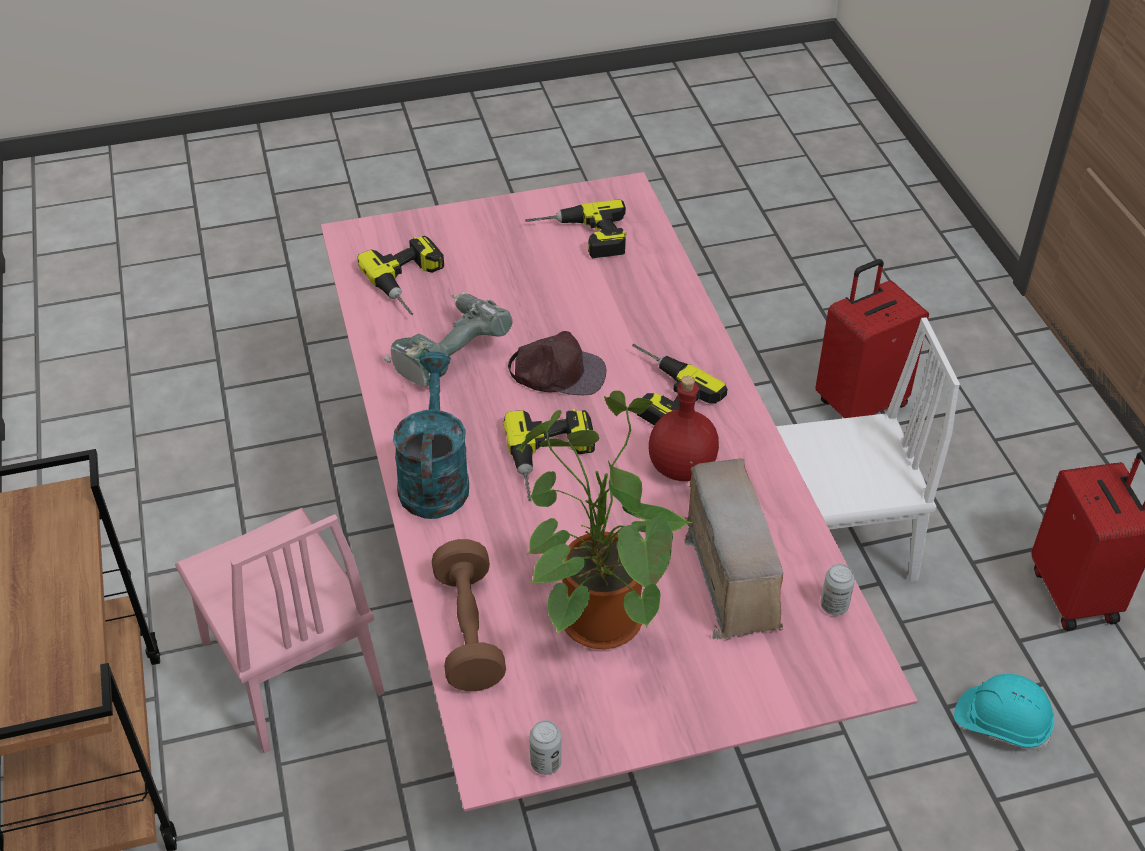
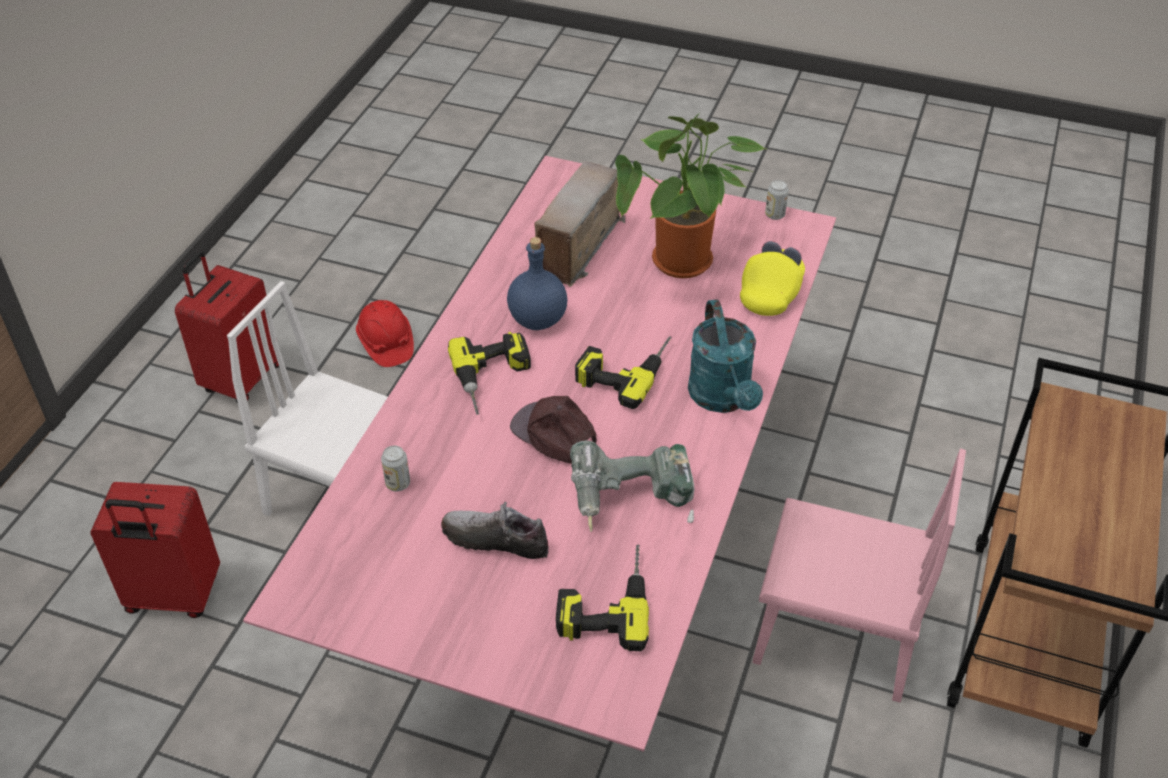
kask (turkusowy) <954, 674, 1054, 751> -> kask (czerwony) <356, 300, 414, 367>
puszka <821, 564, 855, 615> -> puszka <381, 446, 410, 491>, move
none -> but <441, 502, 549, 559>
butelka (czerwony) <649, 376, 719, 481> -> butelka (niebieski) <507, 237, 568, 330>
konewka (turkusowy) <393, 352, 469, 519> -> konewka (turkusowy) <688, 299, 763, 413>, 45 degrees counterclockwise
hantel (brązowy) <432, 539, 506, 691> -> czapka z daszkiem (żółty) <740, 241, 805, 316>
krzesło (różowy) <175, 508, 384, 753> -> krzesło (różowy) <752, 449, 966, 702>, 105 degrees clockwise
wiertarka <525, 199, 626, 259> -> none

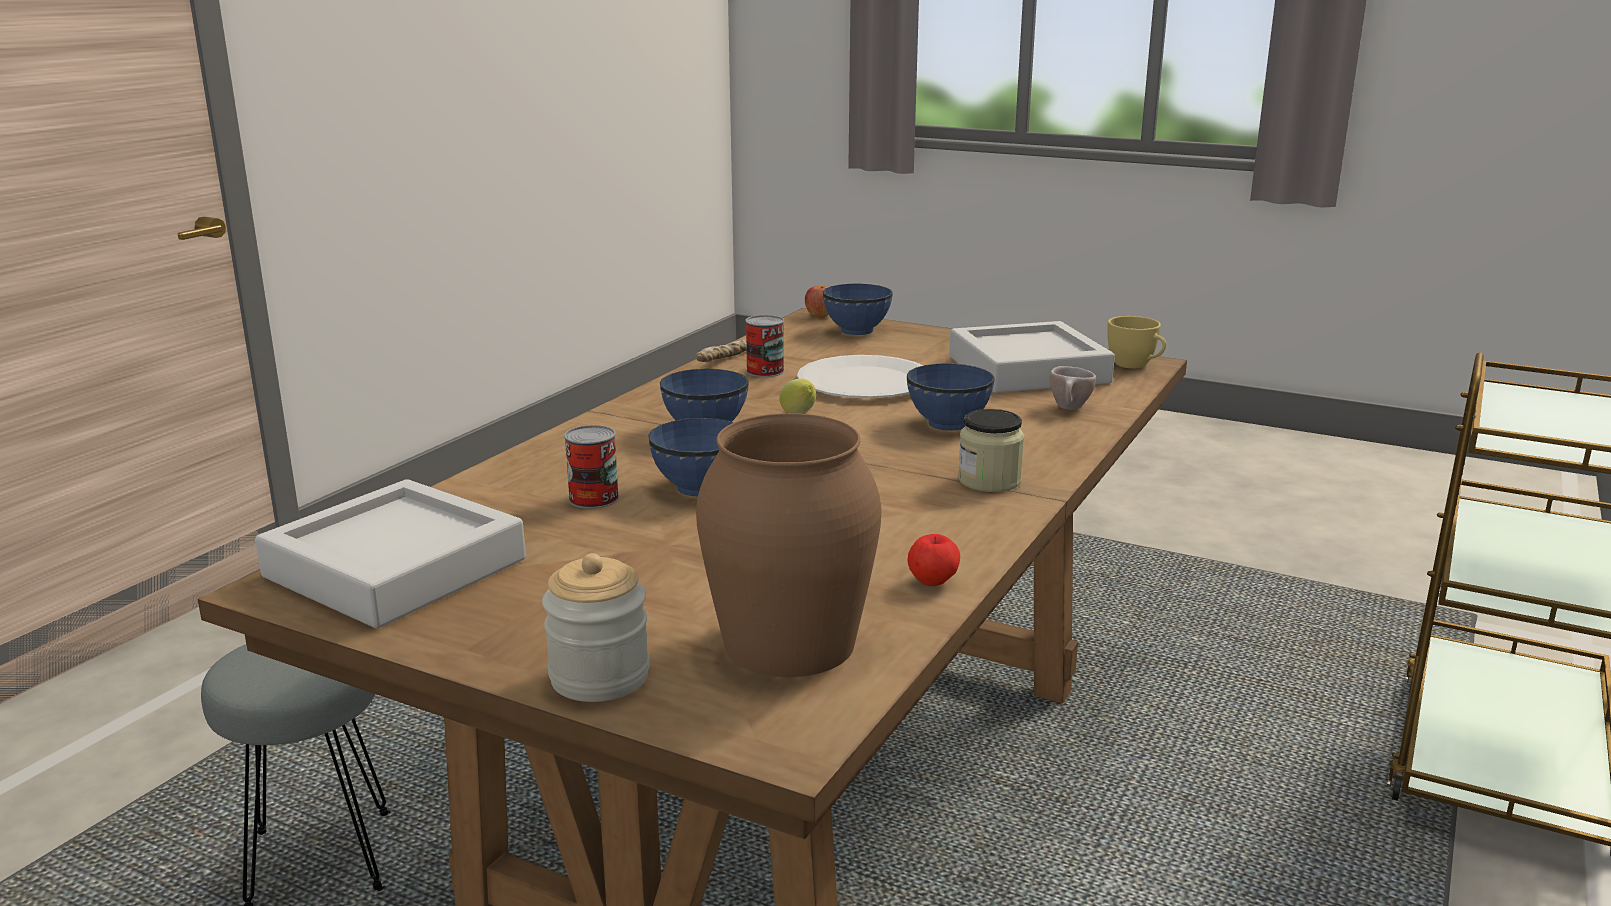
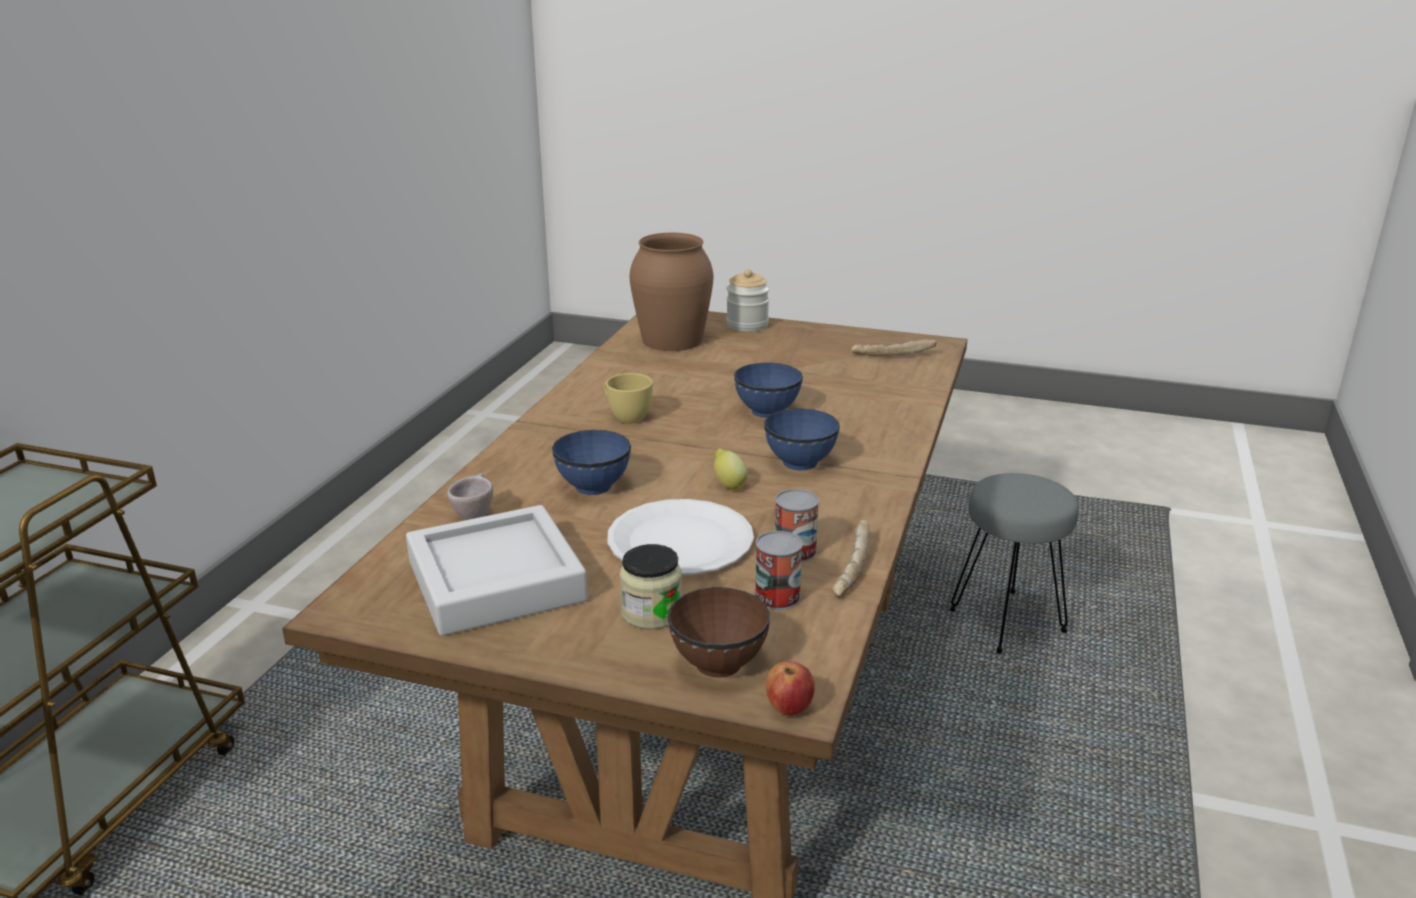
filiżanka (żółty) <1107, 316, 1166, 368> -> filiżanka (żółty) <604, 373, 653, 423>, move
słoik <958, 409, 1024, 492> -> słoik <620, 544, 682, 629>, move
miska (niebieski) <823, 284, 893, 335> -> miska (brązowy) <668, 587, 770, 678>
puszka <564, 425, 619, 509> -> puszka <755, 531, 803, 610>, move
taca (szary) <255, 479, 526, 628> -> chleb <851, 339, 936, 356>
jabłko <907, 534, 960, 586> -> none

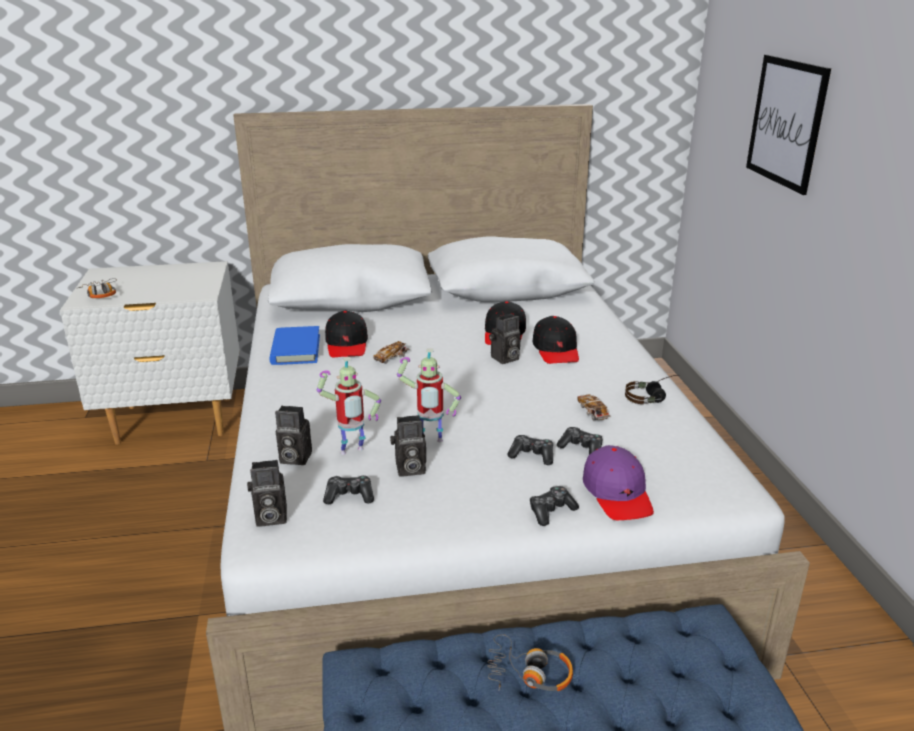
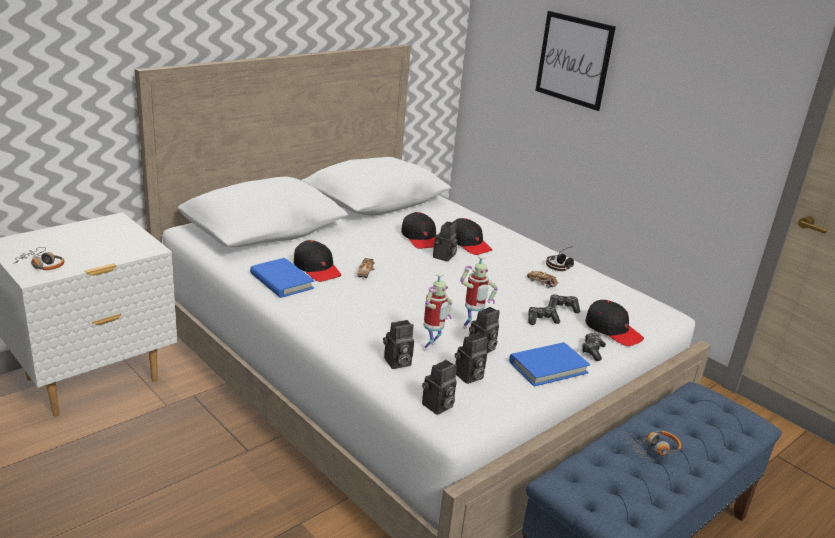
pad do gier <323, 475, 374, 504> -> aparat fotograficzny <455, 333, 488, 384>
none -> książka (niebieski) <509, 342, 590, 386>
czapka z daszkiem (fioletowy) <583, 445, 654, 520> -> czapka z daszkiem (czarny) <585, 300, 644, 346>

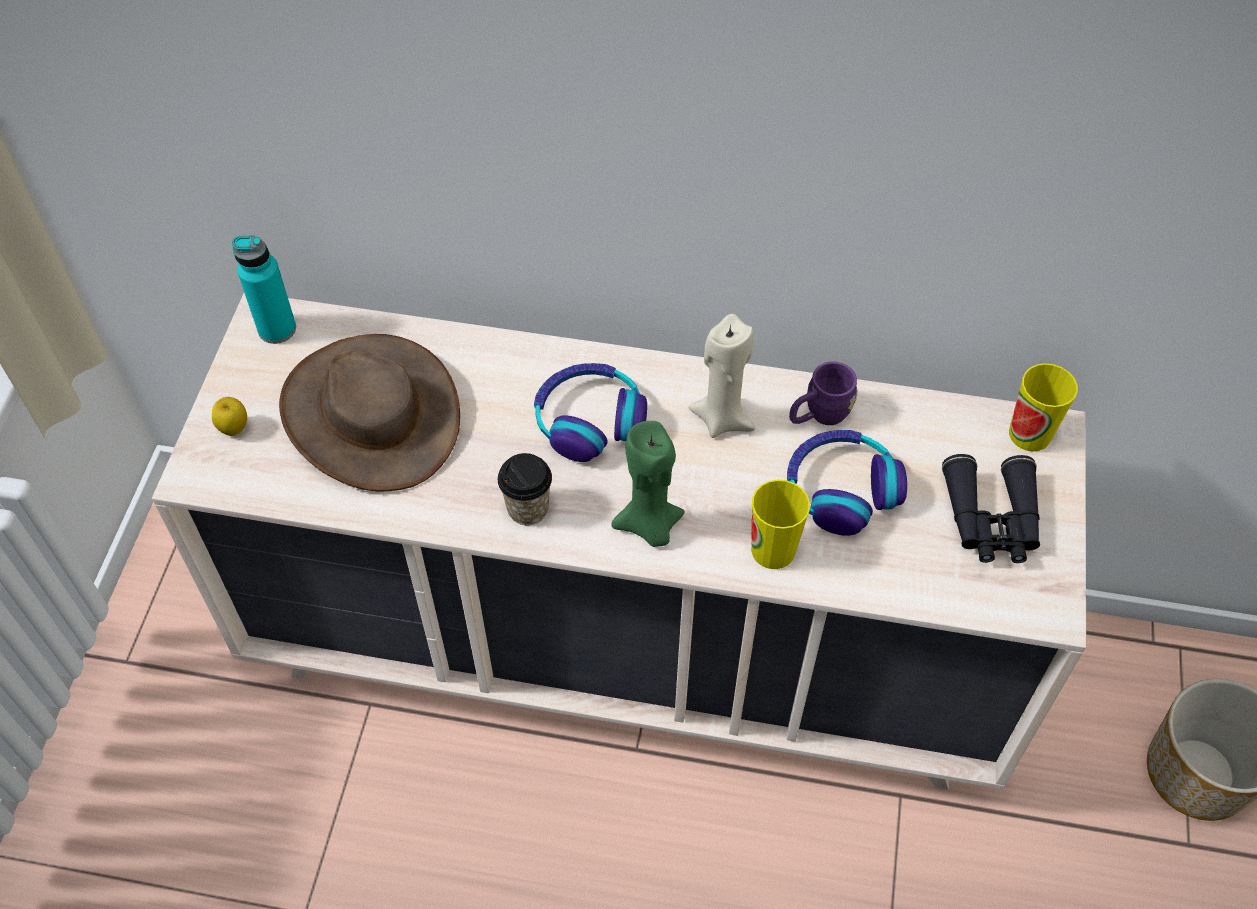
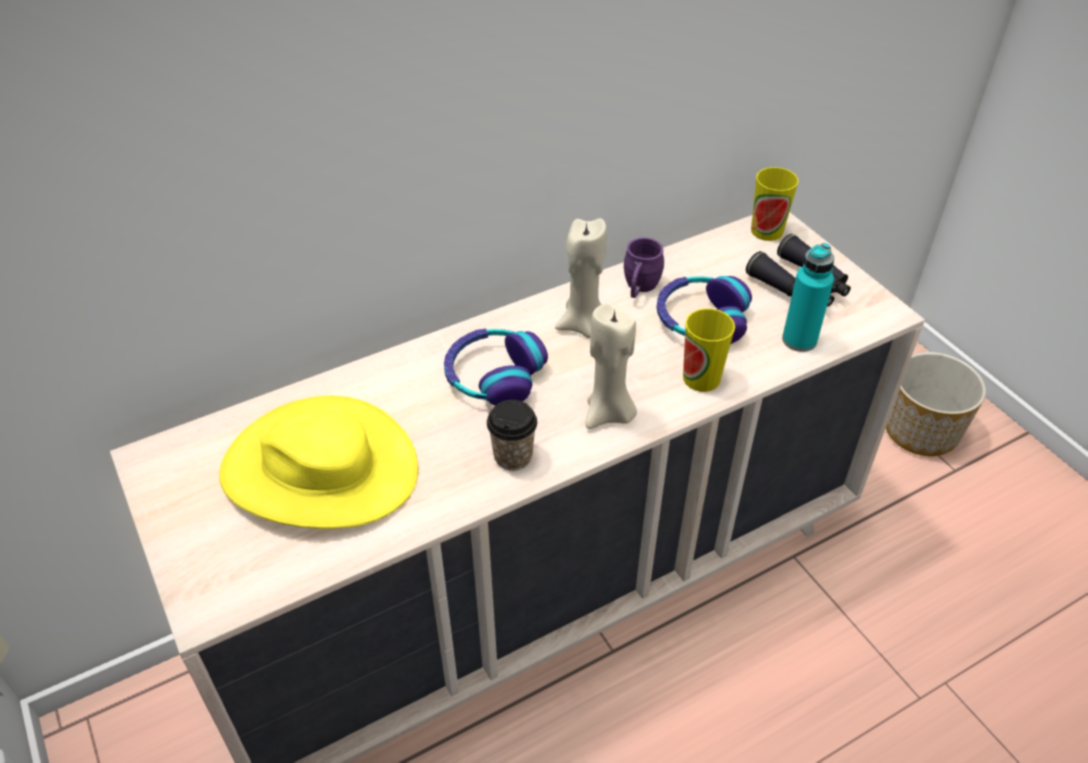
kapelusz (brązowy) <279, 334, 460, 491> -> kapelusz (żółty) <219, 396, 418, 529>
świeca (zielony) <611, 421, 685, 547> -> świeca (beżowy) <585, 303, 637, 429>
butelka (turkusowy) <232, 235, 296, 344> -> butelka (turkusowy) <782, 243, 834, 352>, move
jabłko <212, 397, 247, 436> -> none

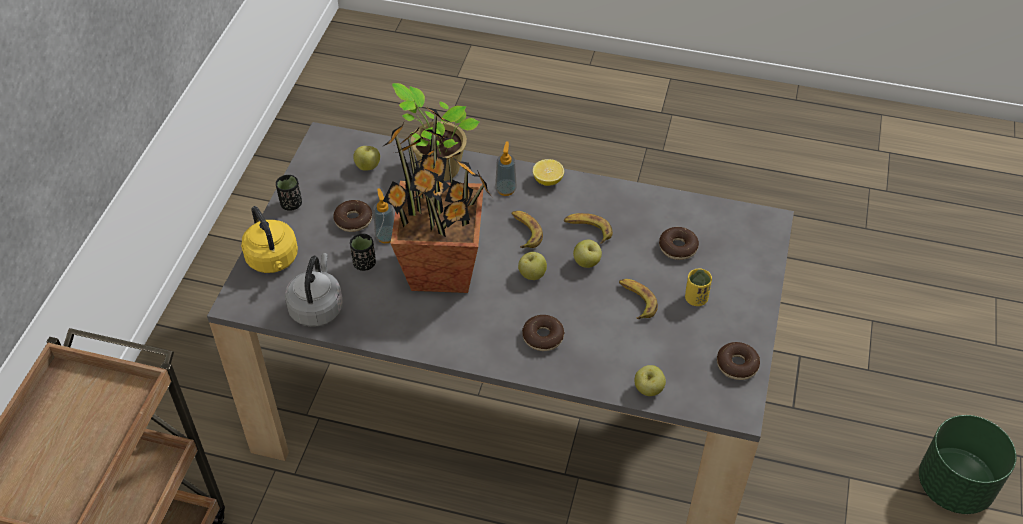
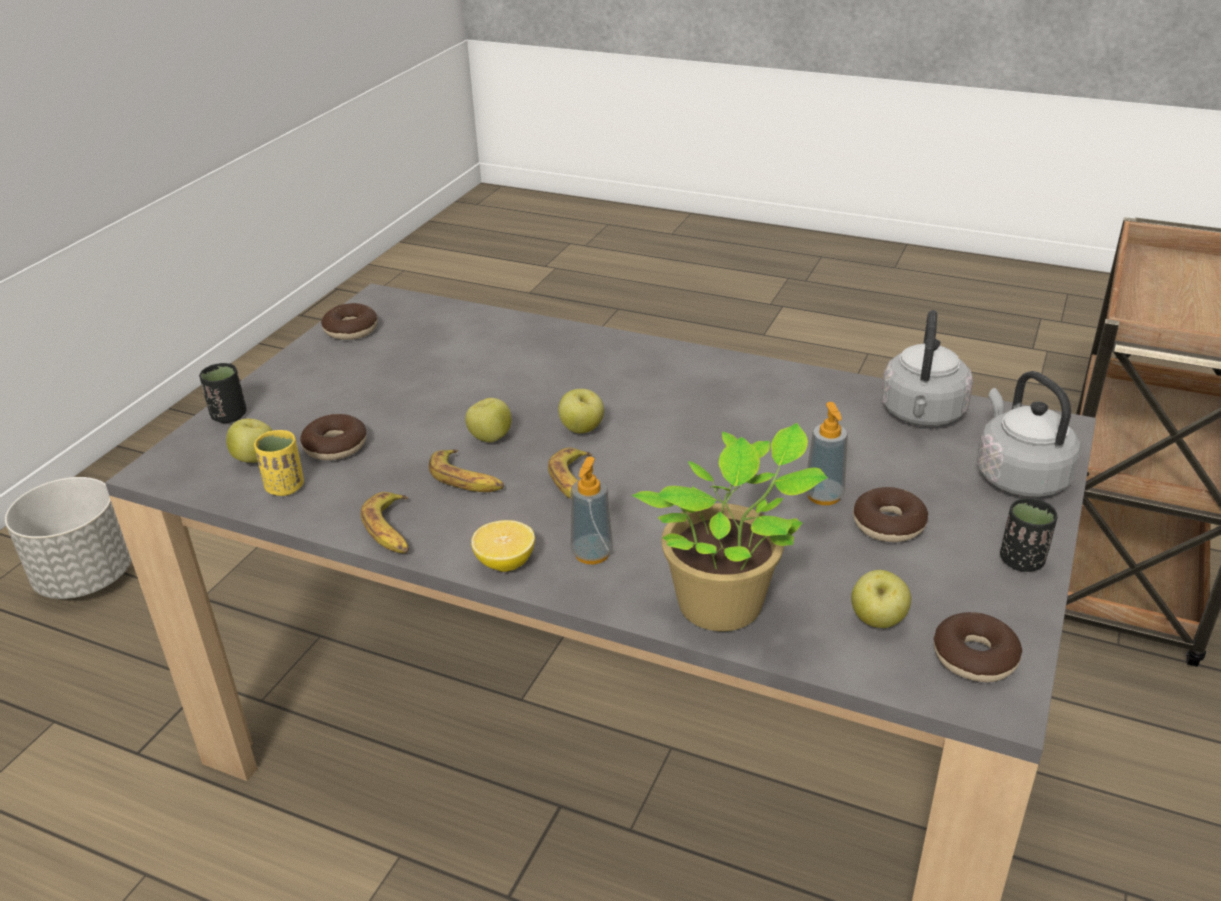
donica (zielony) <919, 415, 1016, 514> -> donica (szary) <5, 477, 131, 599>
filiżanka (czarny) <350, 234, 376, 271> -> filiżanka (czarny) <199, 363, 247, 423>, move
jabłko <634, 365, 666, 396> -> jabłko <226, 418, 273, 463>, move
filiżanka (żółty) <685, 268, 712, 306> -> filiżanka (żółty) <254, 430, 304, 496>, move
banan <619, 279, 658, 319> -> banan <361, 492, 409, 554>, move
donut <522, 315, 565, 351> -> donut <934, 612, 1022, 682>, move
czajnik (żółty) <241, 206, 298, 273> -> czajnik (szary) <977, 371, 1081, 497>
roślina doniczkowa <382, 105, 492, 293> -> none

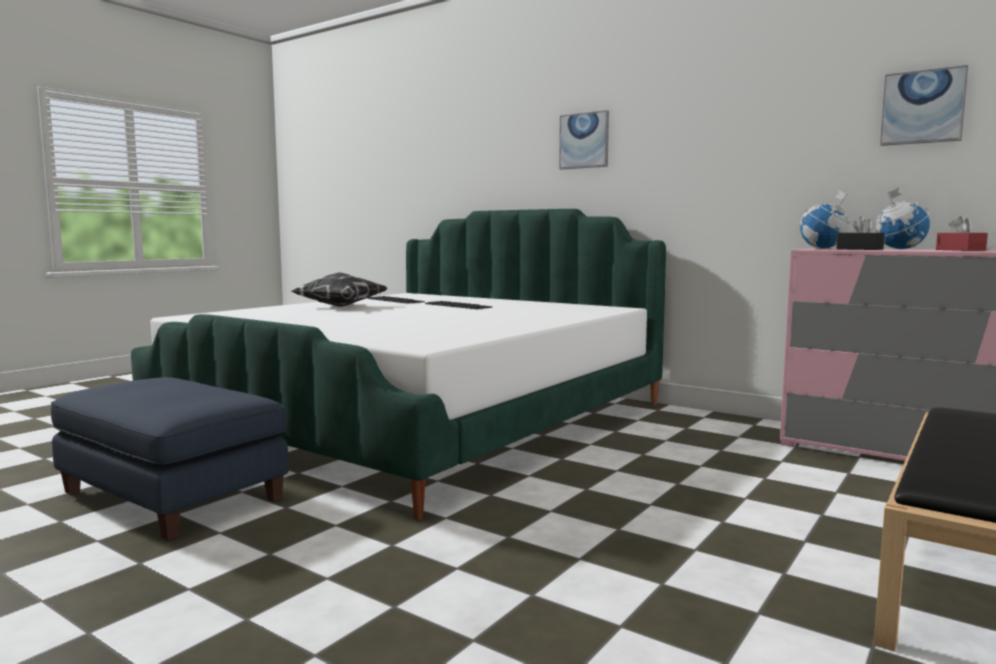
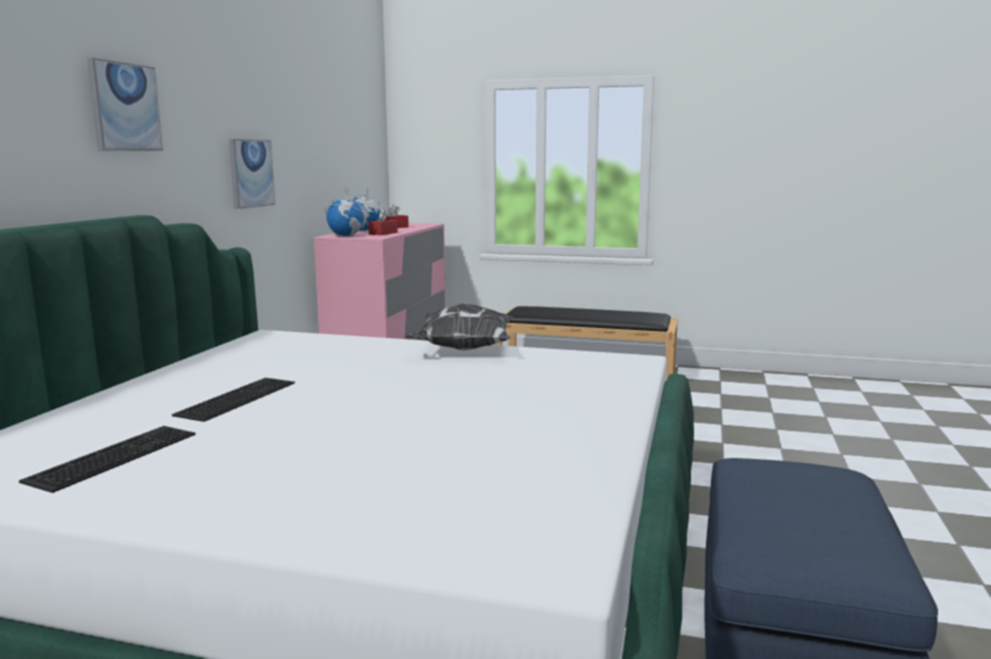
obraz <880, 65, 968, 146> -> obraz <229, 139, 275, 209>, move
pudełko chusteczek (czarny) <836, 217, 885, 250> -> pudełko chusteczek (czerwony) <368, 209, 398, 235>
poduszka <292, 272, 388, 307> -> poduszka <404, 304, 514, 350>, move

